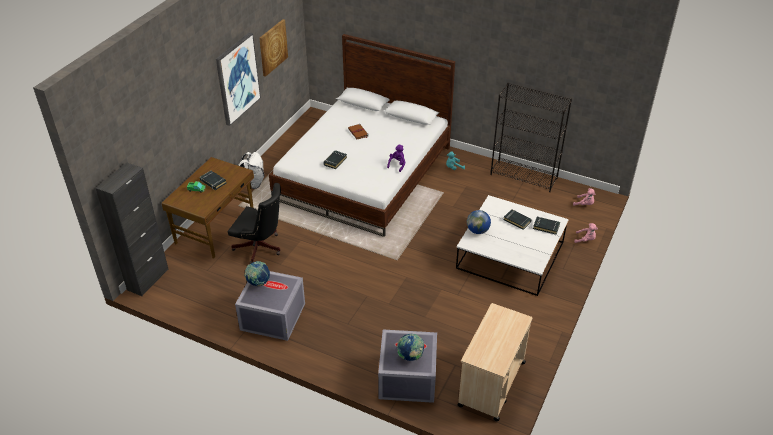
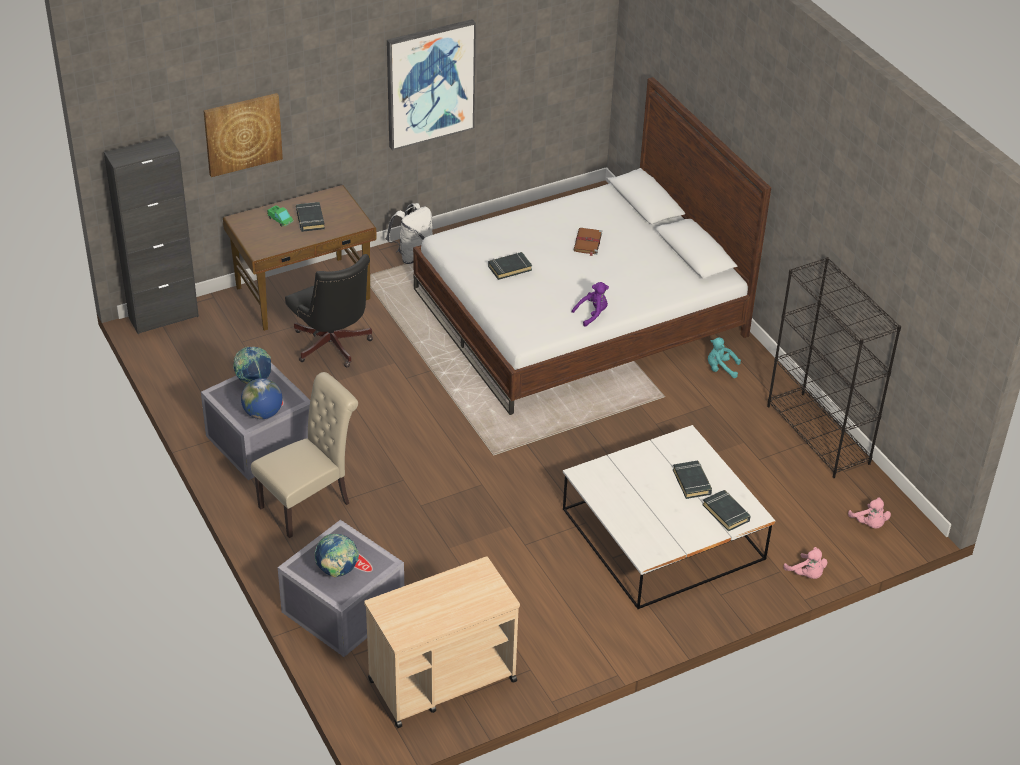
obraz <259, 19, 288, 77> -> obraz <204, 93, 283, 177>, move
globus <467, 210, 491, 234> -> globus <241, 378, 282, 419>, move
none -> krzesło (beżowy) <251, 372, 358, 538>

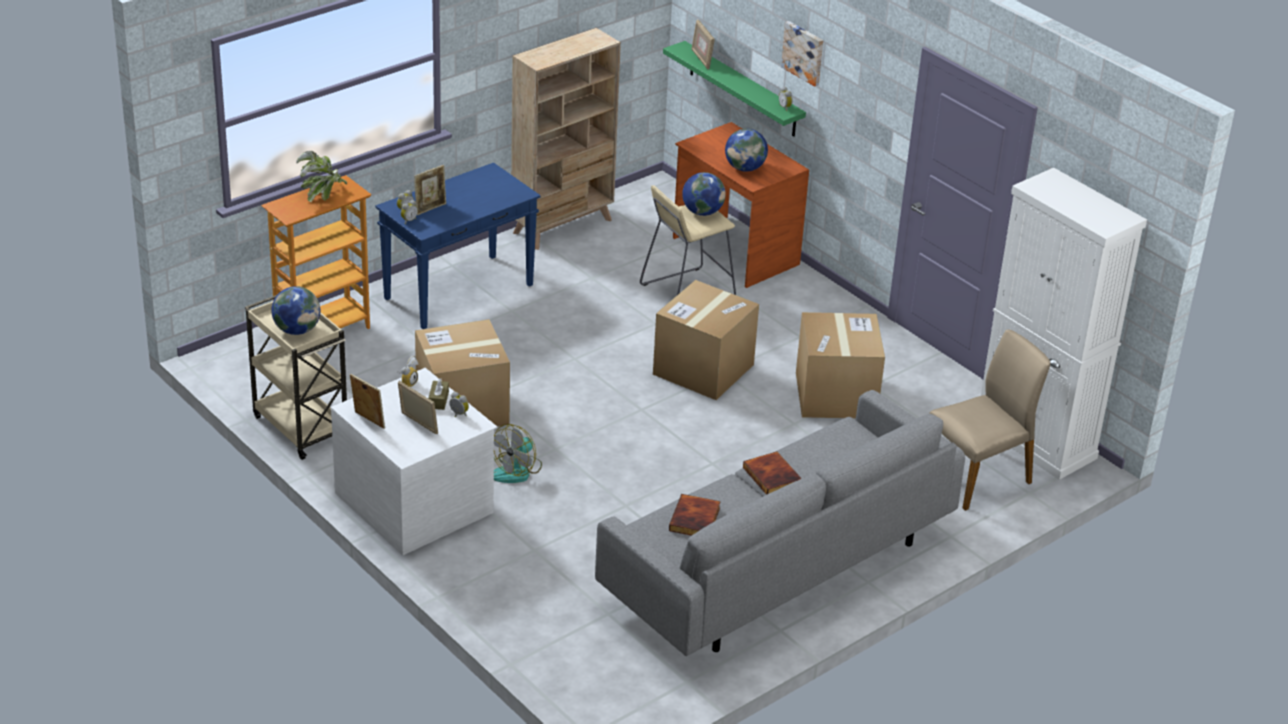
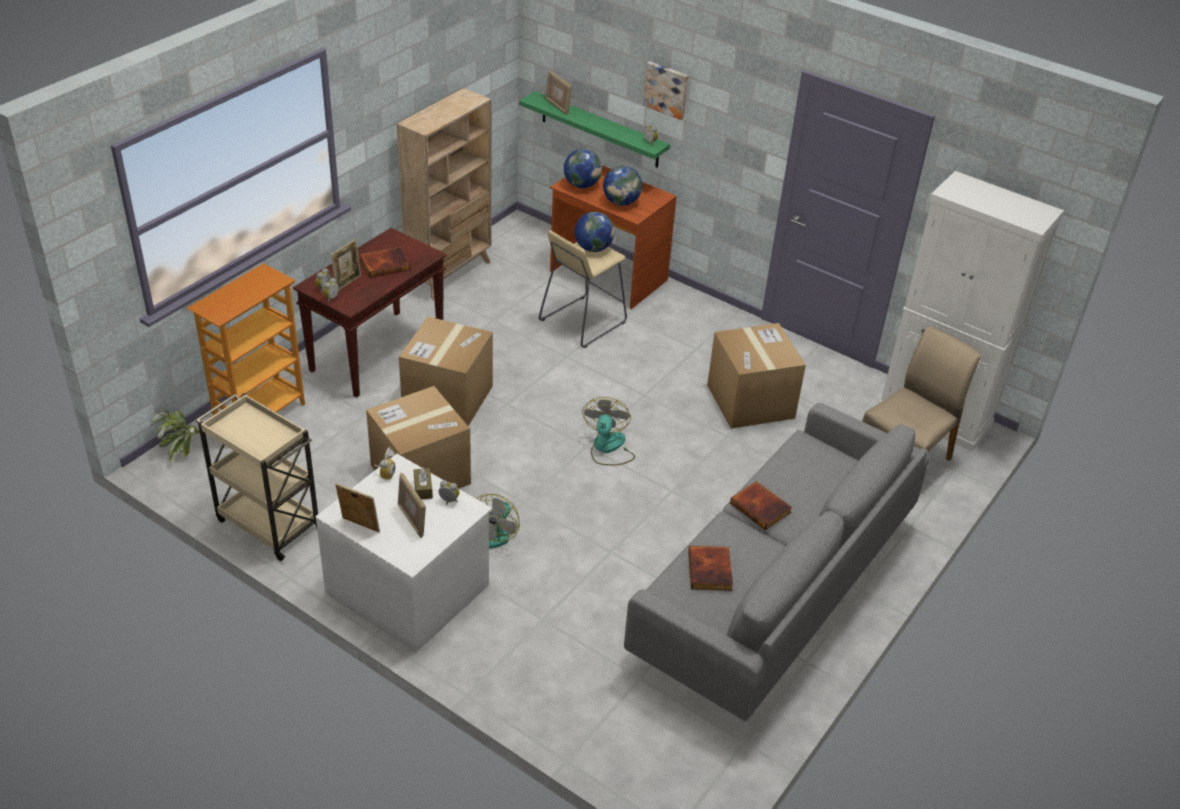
roślina doniczkowa <296, 151, 347, 202> -> roślina doniczkowa <151, 410, 200, 462>, move
stolik konsolowy (niebieski) <375, 163, 541, 329> -> stolik konsolowy (brązowy) <293, 228, 447, 398>
none -> książka <360, 247, 410, 278>
ramka na zdjęcie <398, 381, 438, 434> -> ramka na zdjęcie <398, 473, 426, 538>, 150 degrees counterclockwise
karton <653, 280, 759, 400> -> karton <399, 317, 493, 426>, move
globus <271, 286, 320, 335> -> globus <564, 149, 602, 188>, move
none -> wentylator <582, 397, 635, 466>

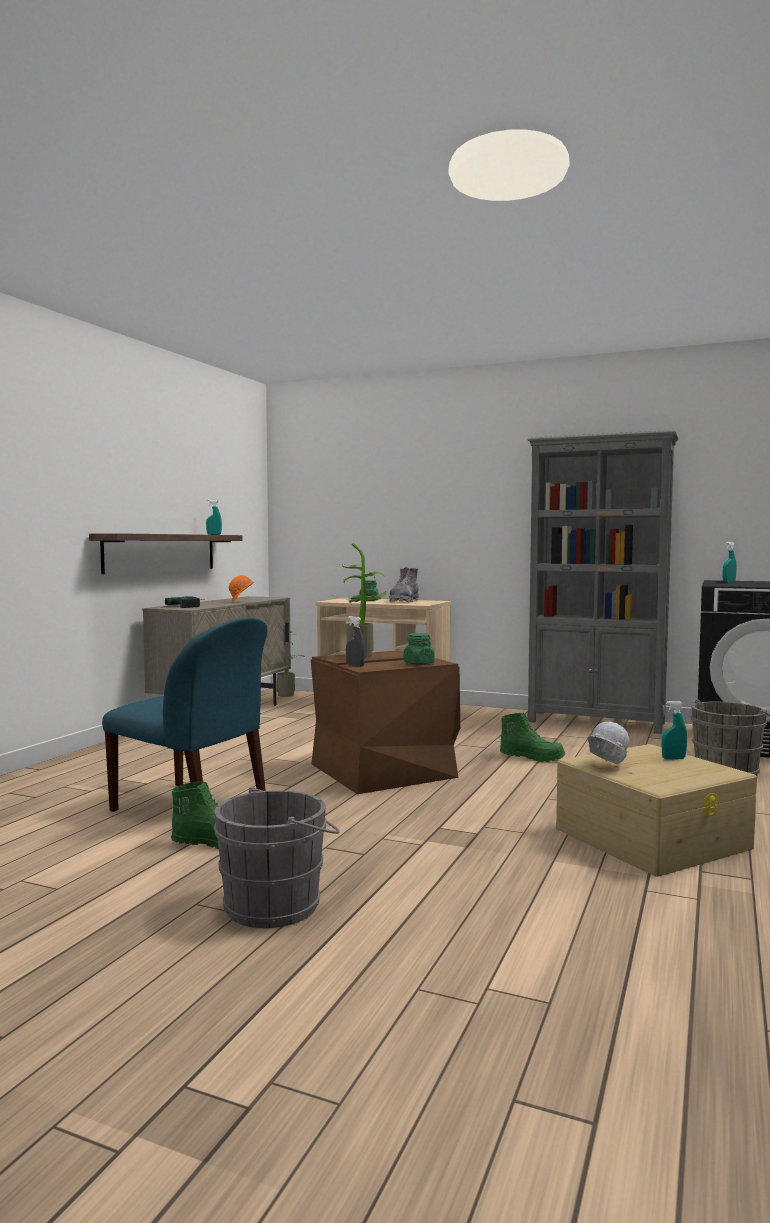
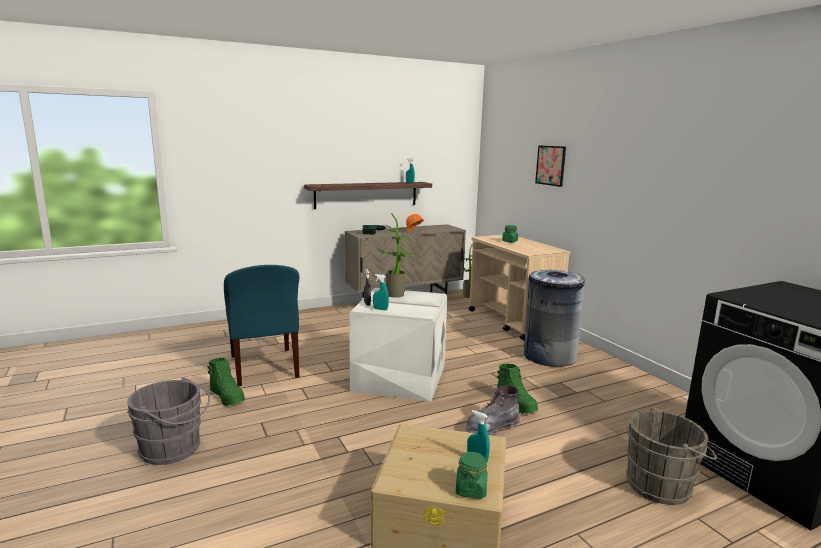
pojemnik do przechowywania (brązowy) <311, 650, 460, 794> -> pojemnik do przechowywania (biały) <349, 288, 448, 402>
spryskiwacz (turkusowy) <723, 542, 737, 582> -> spryskiwacz (turkusowy) <373, 274, 389, 310>, move
słoik (zielony) <404, 633, 435, 665> -> słoik (zielony) <456, 451, 487, 499>, move
but z cholewką (szary) <389, 567, 418, 603> -> but z cholewką (szary) <465, 385, 520, 436>, move
none -> kosz na śmieci (szary) <524, 270, 585, 367>
none -> obraz <535, 145, 566, 187>
regał (szary) <527, 430, 679, 734> -> none
kask (biały) <588, 721, 629, 765> -> none

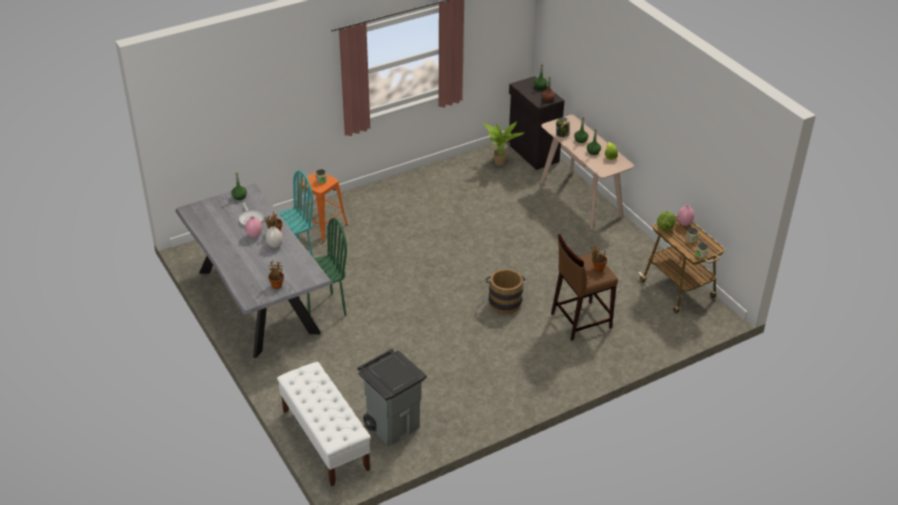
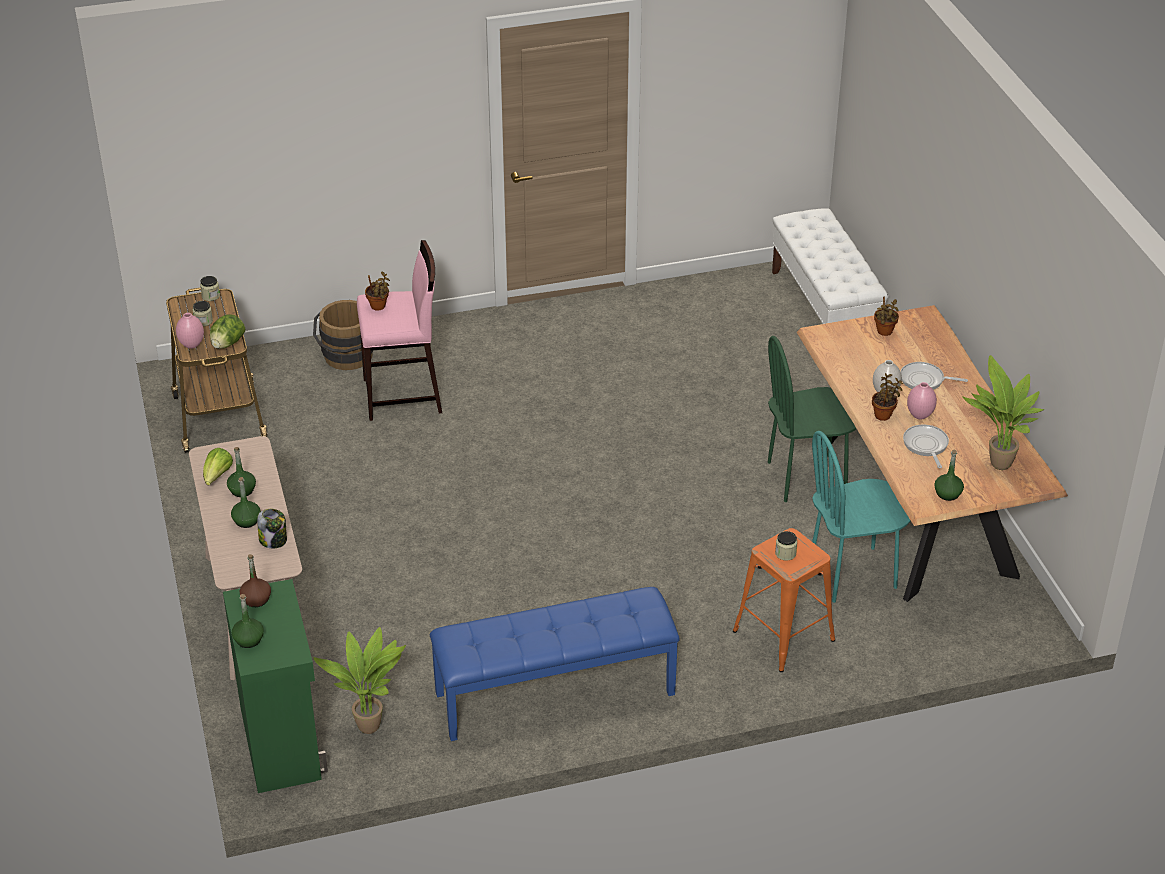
szafka (czarny) <507, 76, 565, 170> -> szafka (zielony) <223, 579, 328, 793>
wiadro (brązowy) <485, 269, 526, 314> -> wiadro (brązowy) <313, 300, 374, 370>, move
stołek (brązowy) <551, 234, 618, 341> -> stołek (różowy) <357, 240, 442, 421>
none -> ławka (niebieski) <430, 587, 680, 741>
stół jadalny (szary) <175, 183, 333, 358> -> stół jadalny (brązowy) <797, 305, 1068, 602>
none -> patelnia <900, 362, 968, 390>
none -> roślina doniczkowa <962, 355, 1044, 470>
kosz na śmieci (szary) <357, 349, 427, 446> -> none

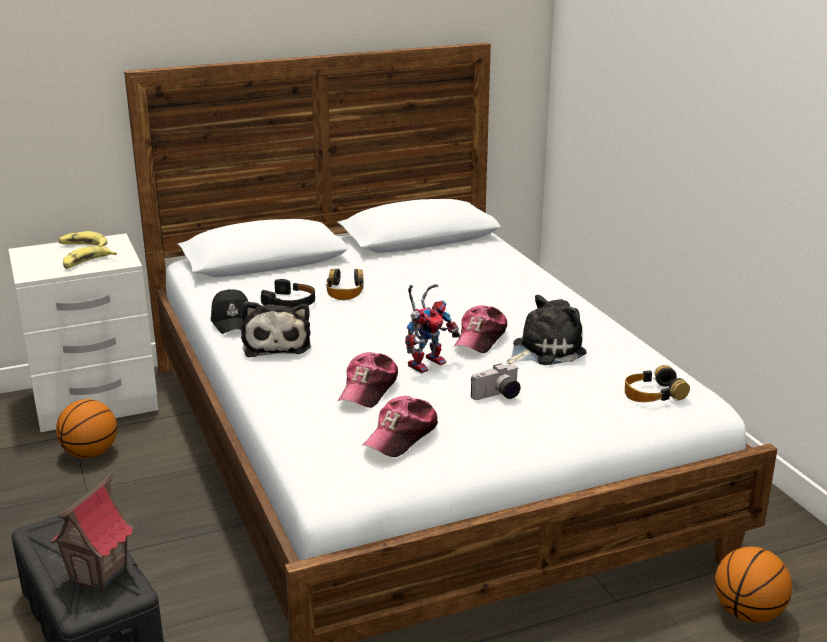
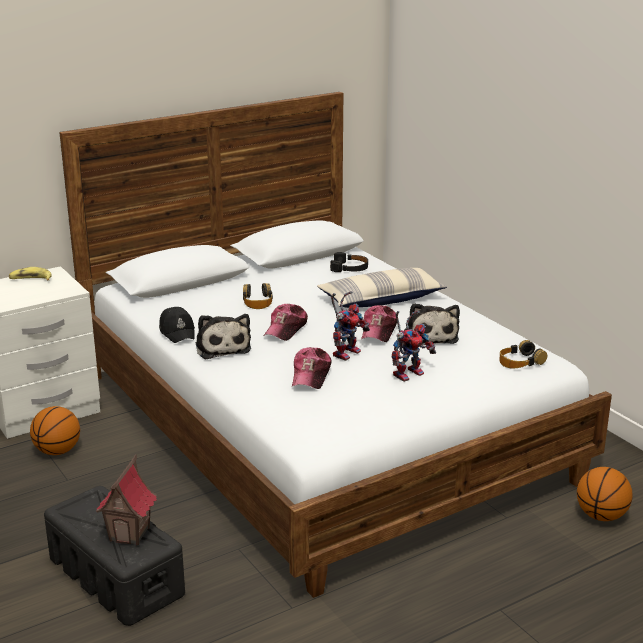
czapka z daszkiem <363, 396, 438, 457> -> czapka z daszkiem <263, 304, 308, 341>, move
none -> poduszka <317, 268, 447, 308>
słuchawki (czarny) <261, 279, 315, 308> -> słuchawki (czarny) <330, 252, 368, 272>, move
aparat fotograficzny <471, 363, 521, 400> -> robot zabawkowy <392, 311, 436, 382>
pluszak <506, 295, 587, 365> -> pluszak <404, 303, 460, 345>, 120 degrees clockwise
banan <63, 246, 117, 269> -> none

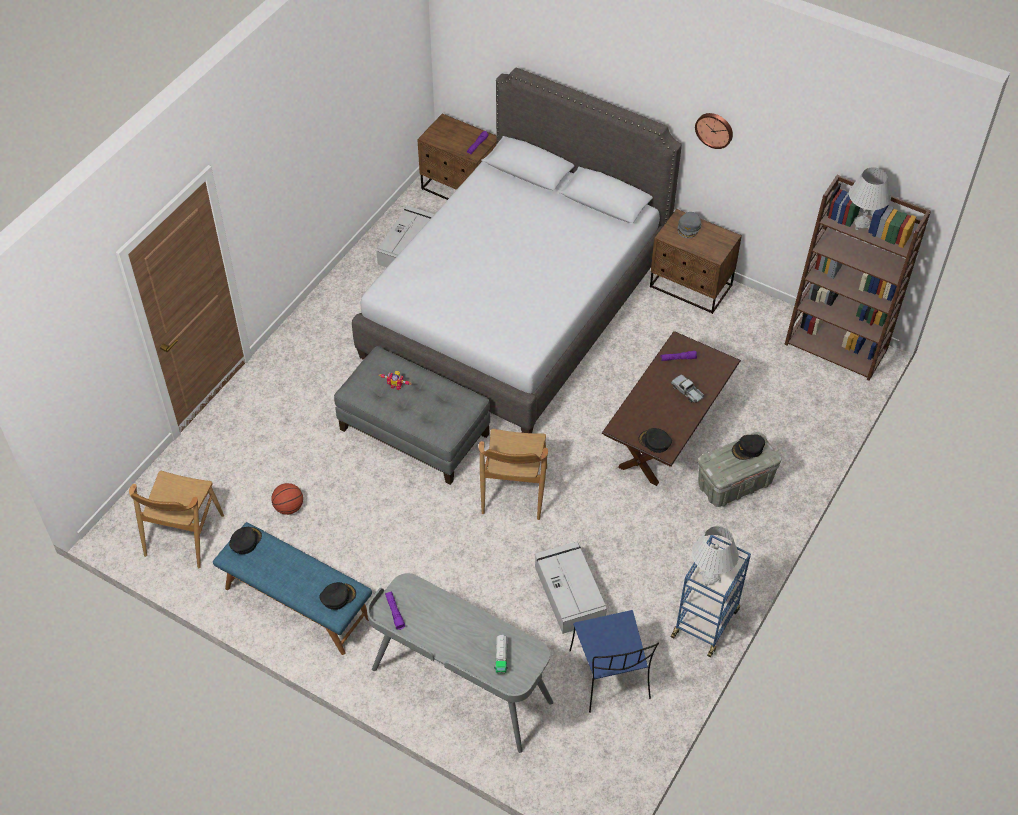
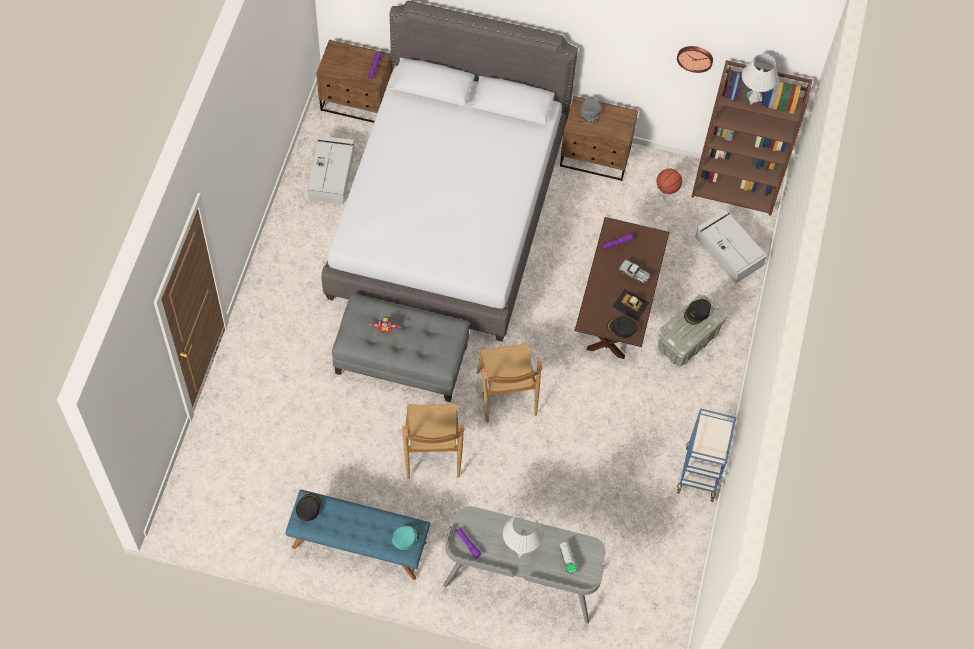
czapka z daszkiem (czarny) <319, 582, 356, 610> -> czapka z daszkiem (turkusowy) <392, 524, 421, 550>
krzesło (brązowy) <129, 471, 224, 568> -> krzesło (brązowy) <402, 403, 464, 479>, move
lampa stołowa (biały) <692, 526, 739, 587> -> lampa stołowa (biały) <503, 513, 543, 557>, move
none -> samochodzik <612, 289, 650, 321>
piłka do koszykówki <271, 483, 303, 515> -> piłka do koszykówki <656, 168, 682, 194>, move
zegar ścienny <695, 113, 733, 149> -> zegar ścienny <677, 46, 713, 73>, move
pojemnik do przechowywania (szary) <535, 541, 607, 634> -> pojemnik do przechowywania (szary) <695, 209, 767, 283>, move
krzesło (niebieski) <569, 610, 659, 713> -> none

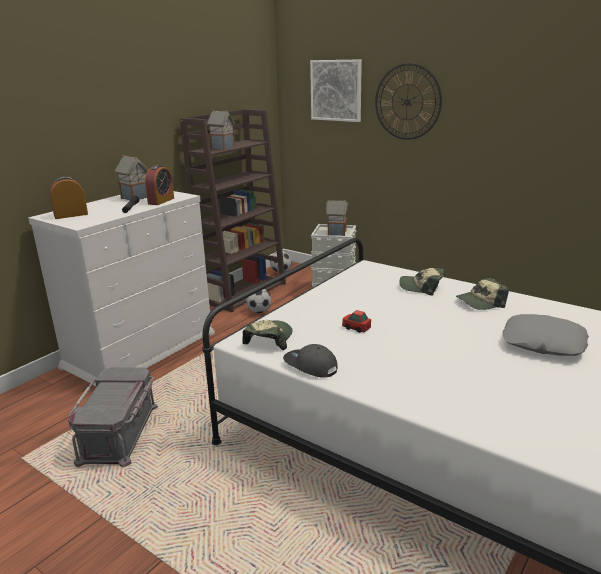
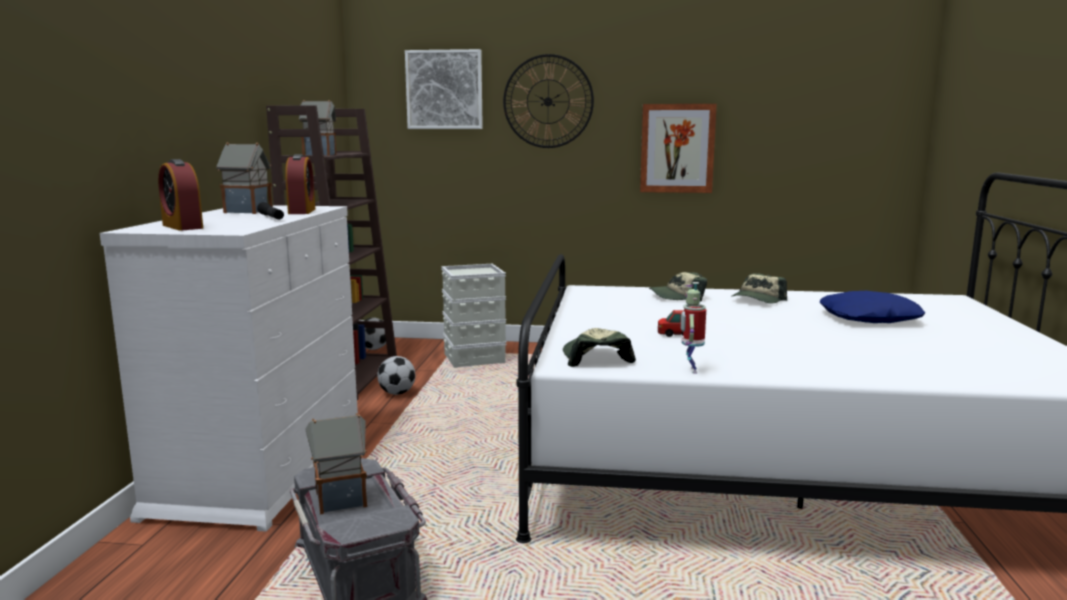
budzik <50, 176, 88, 219> -> budzik <158, 159, 203, 231>, 75 degrees counterclockwise
domek <326, 200, 348, 236> -> domek <305, 413, 367, 515>, move
none -> obraz <640, 104, 717, 193>
czapka z daszkiem (szary) <283, 344, 338, 378> -> robot zabawkowy <681, 282, 706, 374>
poduszka (szary) <503, 314, 589, 356> -> poduszka (niebieski) <820, 291, 925, 323>

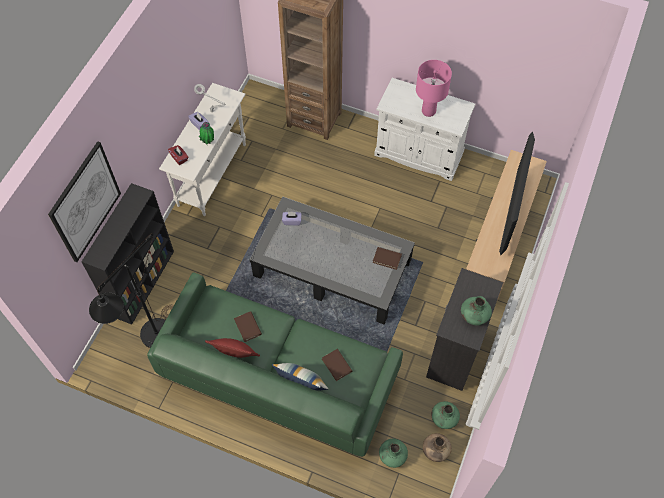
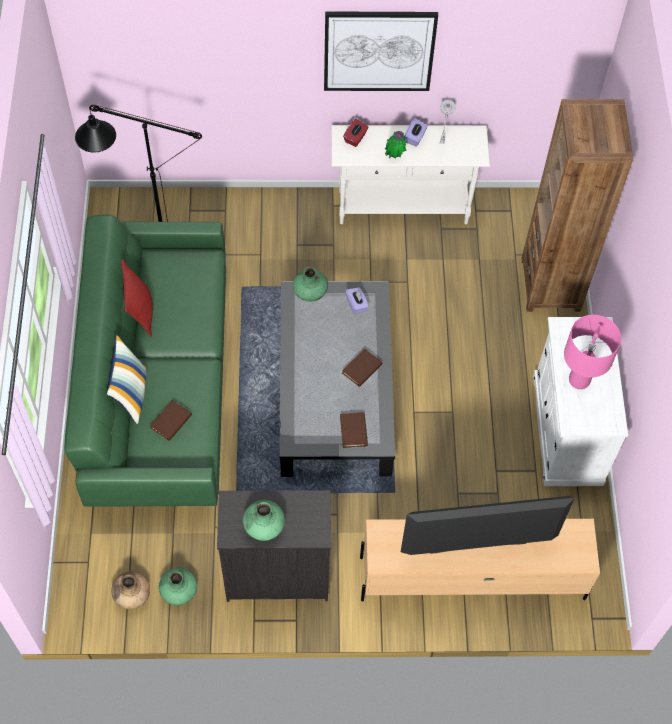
wazon (zielony) <379, 439, 408, 468> -> wazon (zielony) <293, 266, 328, 302>, move
obraz <48, 141, 121, 262> -> obraz <324, 11, 438, 91>, move
książka (brązowy) <234, 311, 262, 342> -> książka (brązowy) <342, 348, 383, 387>, move
regał (czarny) <82, 183, 174, 325> -> none

